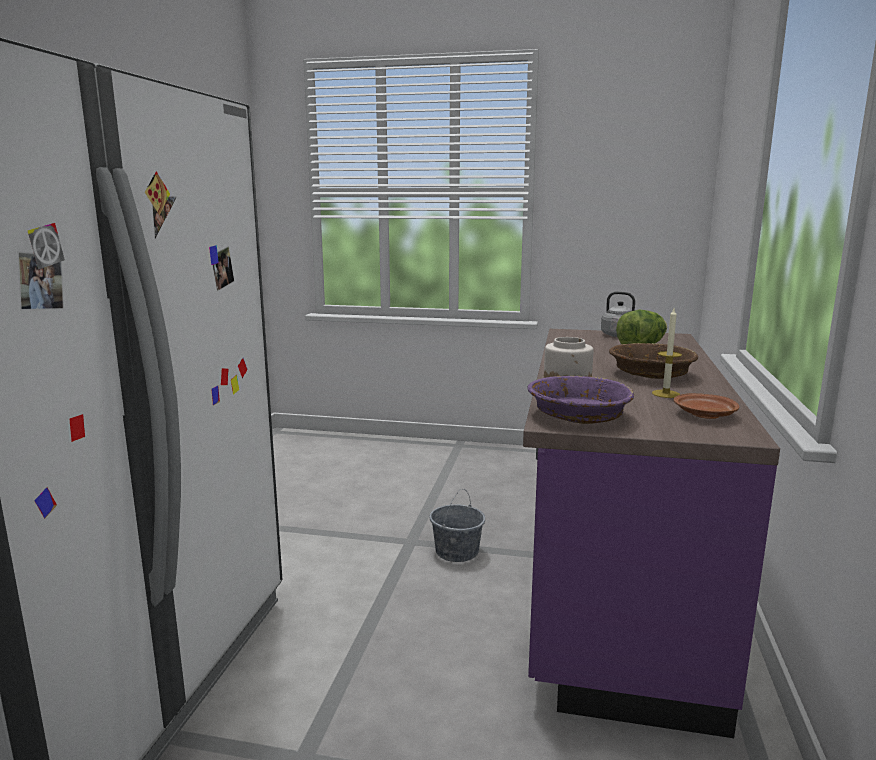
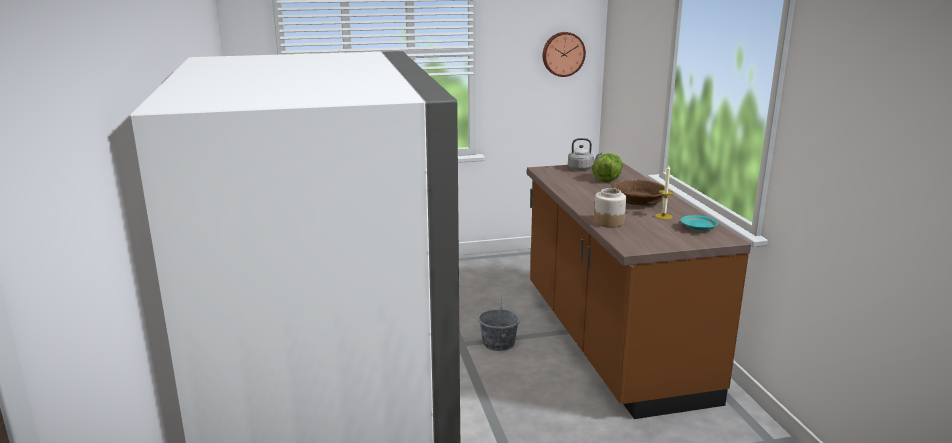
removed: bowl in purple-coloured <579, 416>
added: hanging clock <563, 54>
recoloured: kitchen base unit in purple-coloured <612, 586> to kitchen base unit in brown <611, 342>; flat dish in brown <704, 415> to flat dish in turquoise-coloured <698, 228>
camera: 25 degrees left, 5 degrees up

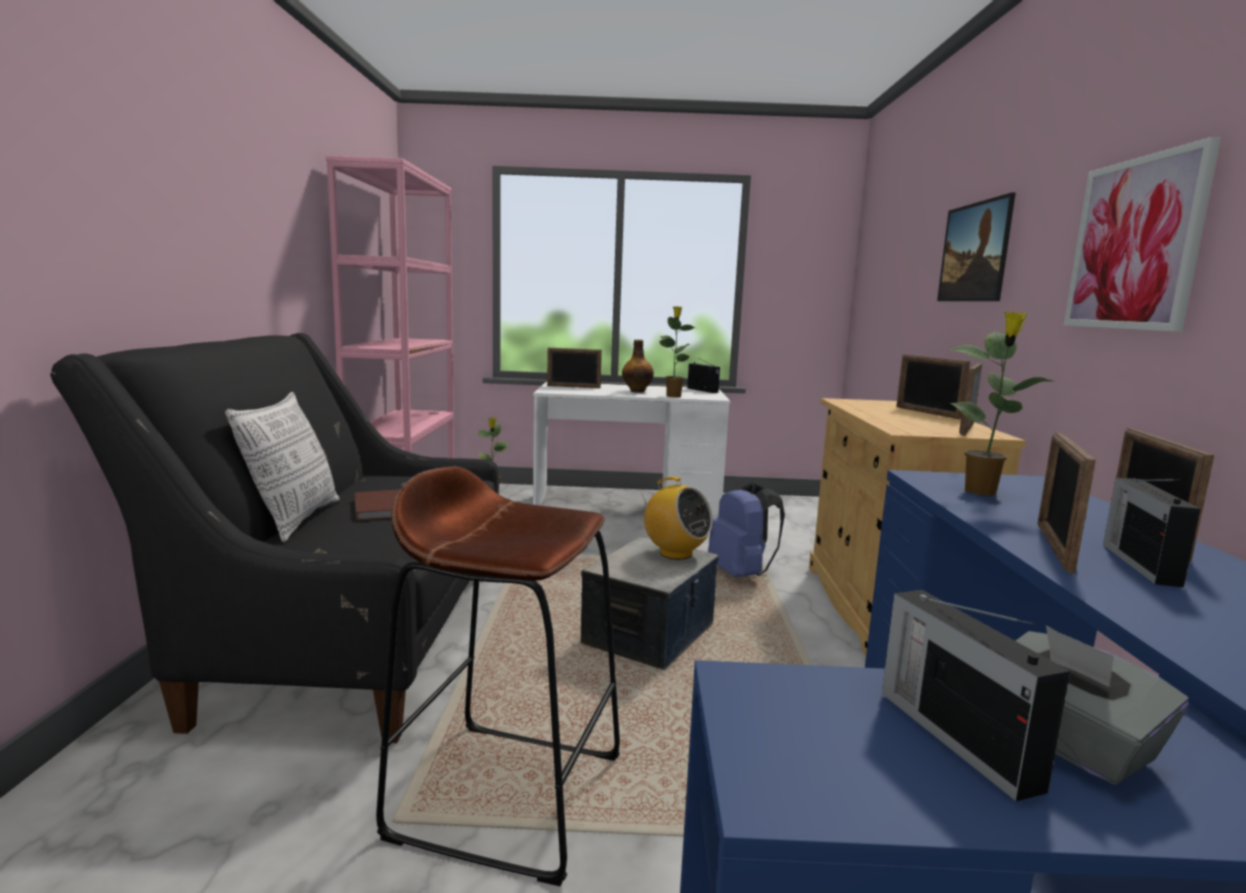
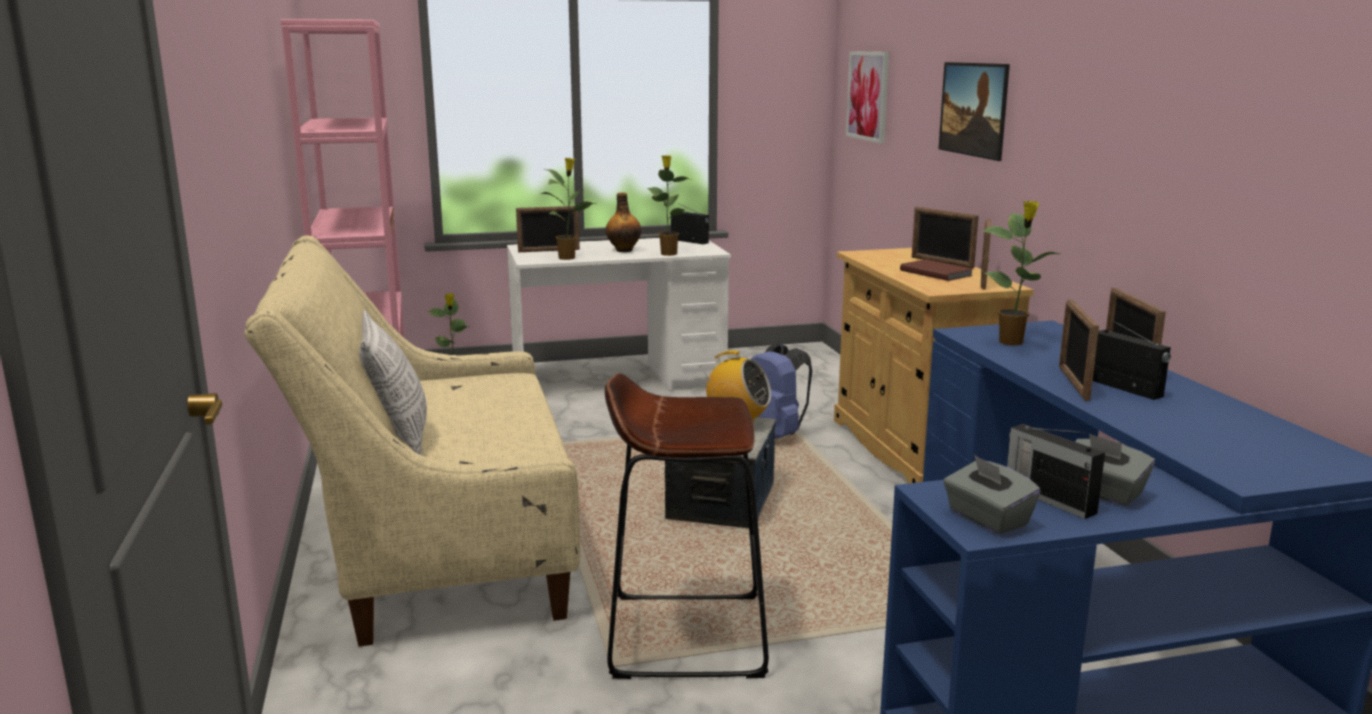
added: potted plant <568, 258>; tissue holder in gray <987, 519>
moved: volume in brown <381, 507> to <936, 273>; wall picture <1135, 244> to <868, 96>
recoloured: couch in blackish <345, 635> to couch in beige <435, 547>
turned: radio set <1139, 563> = <1126, 388> 150 degrees clockwise
camera: 15 degrees left, 5 degrees up

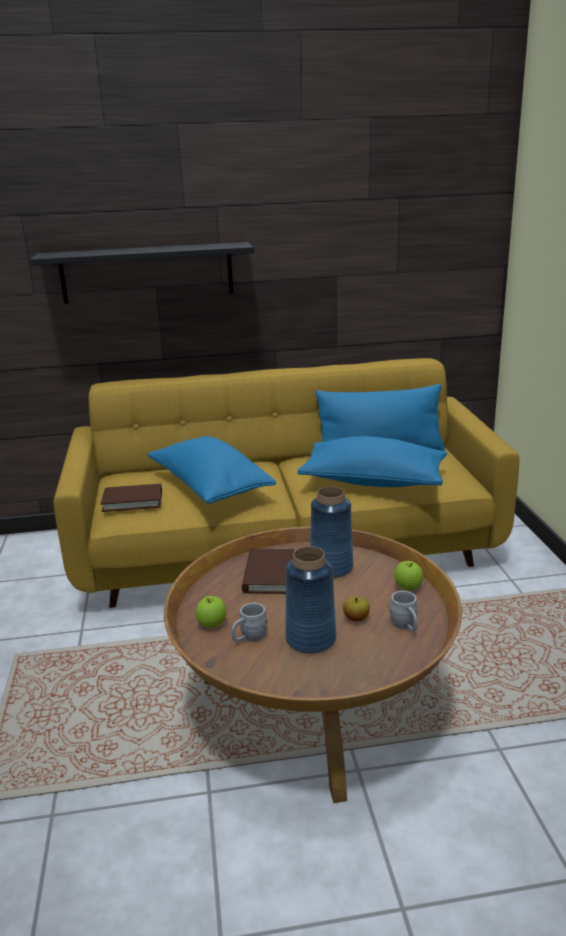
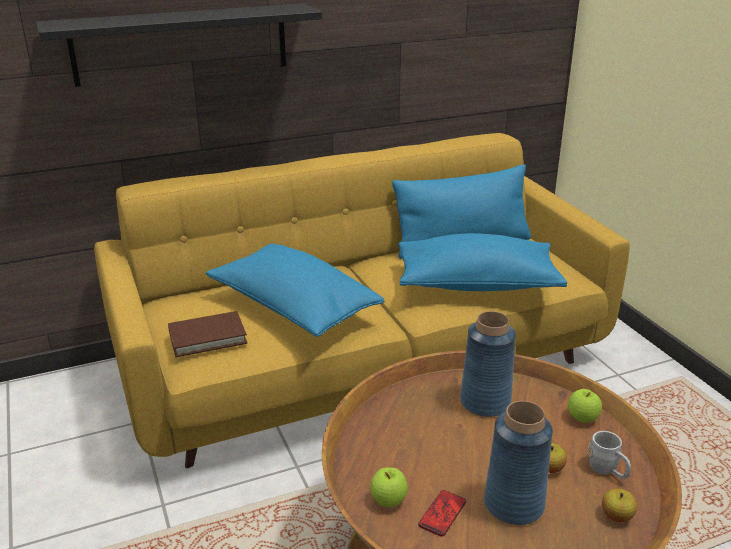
removed: volume in brown <269, 575>
added: whole apple <617, 516>
replaced: mug in gray <249, 638> to handset <442, 513>
camera: 15 degrees left, 5 degrees up

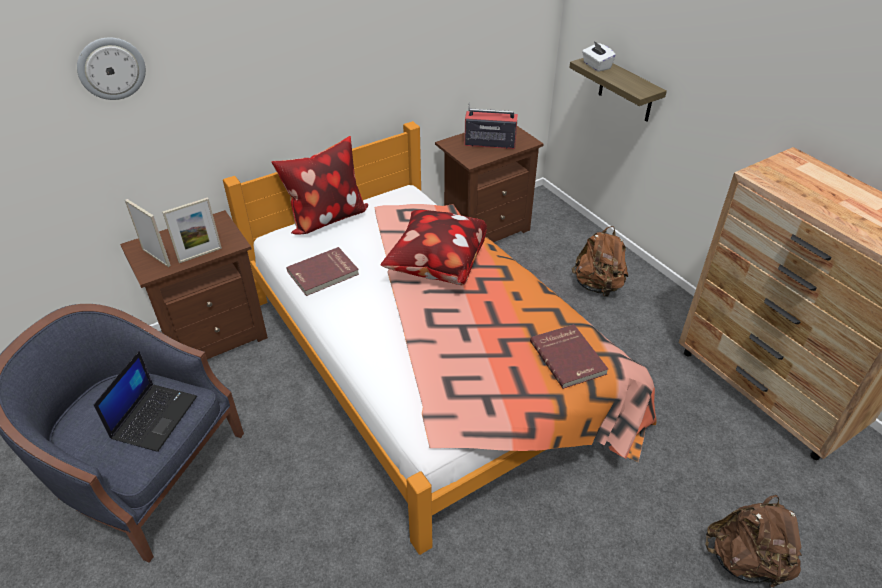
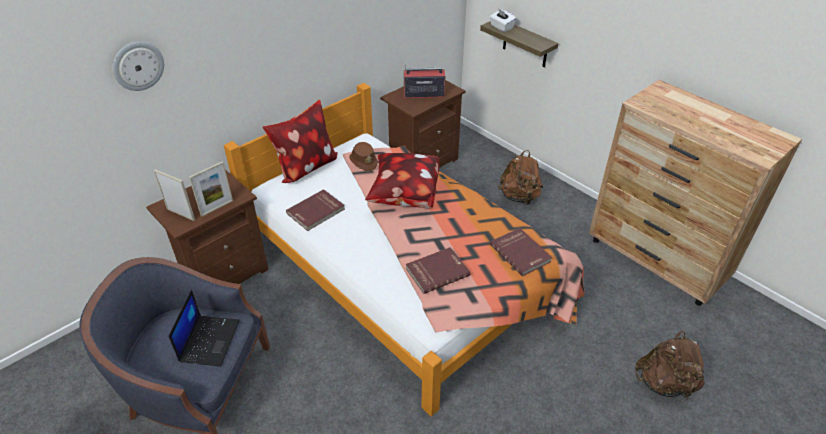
added: hat in brown <363, 161>; volume in reddish <437, 271>
camera: 10 degrees left, 0 degrees up

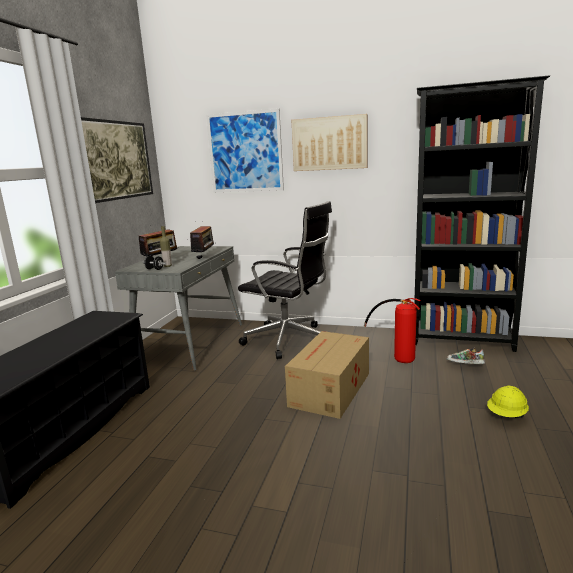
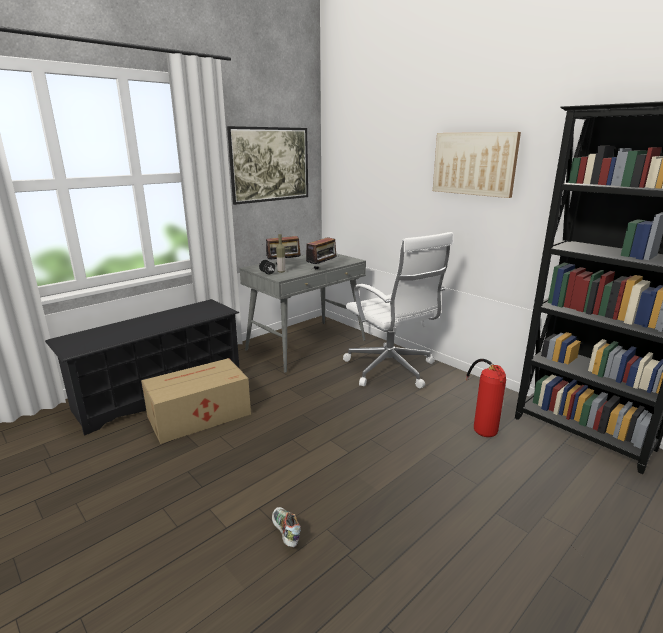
removed: wall picture <245, 152>; work helmet in yellow-coloured <507, 416>
moved: packing box <329, 390> to <197, 415>; shoe <464, 365> to <285, 533>
recoloured: office chair in blackish <289, 340> to office chair in white-coloured <391, 369>
camera: 30 degrees right, 5 degrees up

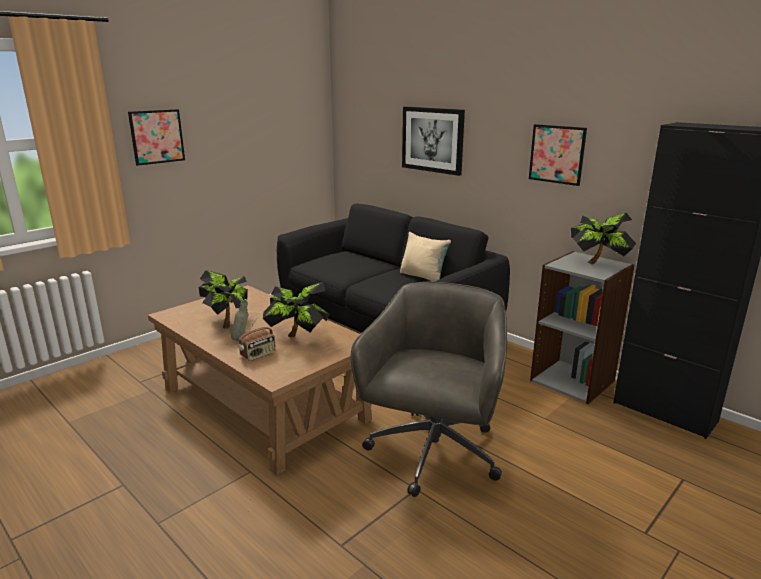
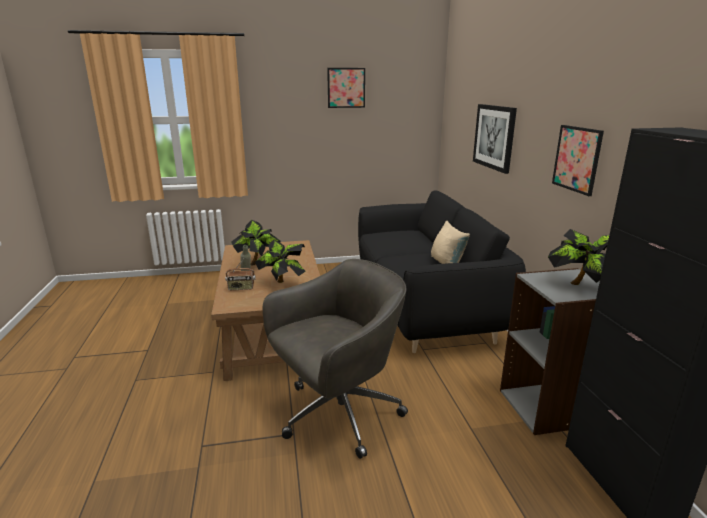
moved: wall picture <157, 136> to <346, 88>
camera: 35 degrees right, 0 degrees up

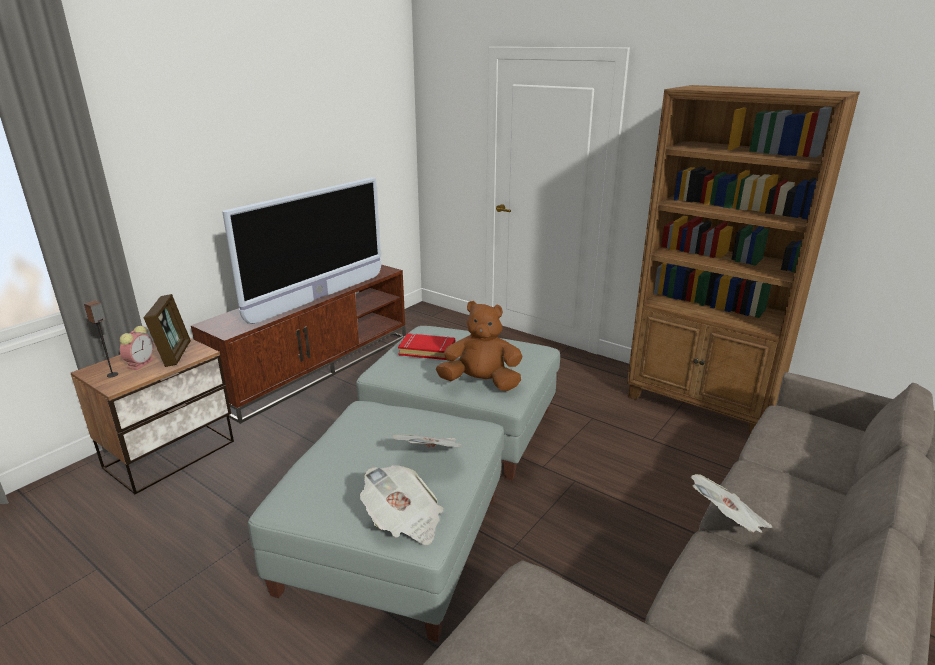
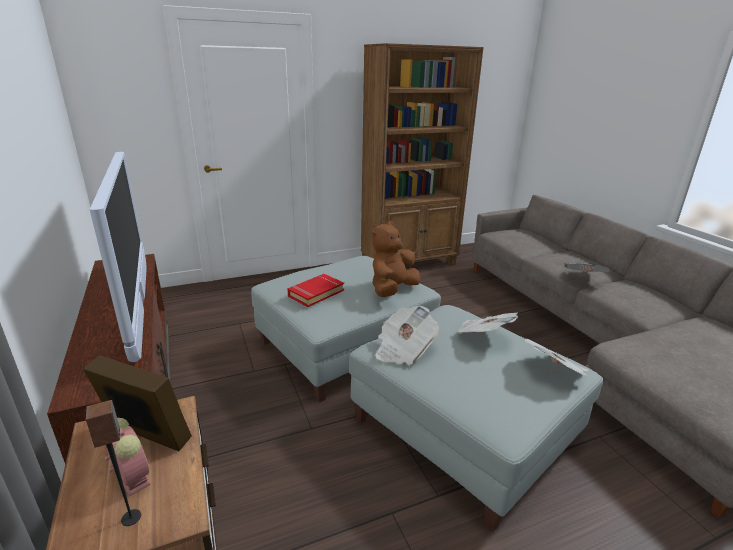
added: daily paper <403, 349>
camera: 60 degrees left, 0 degrees up

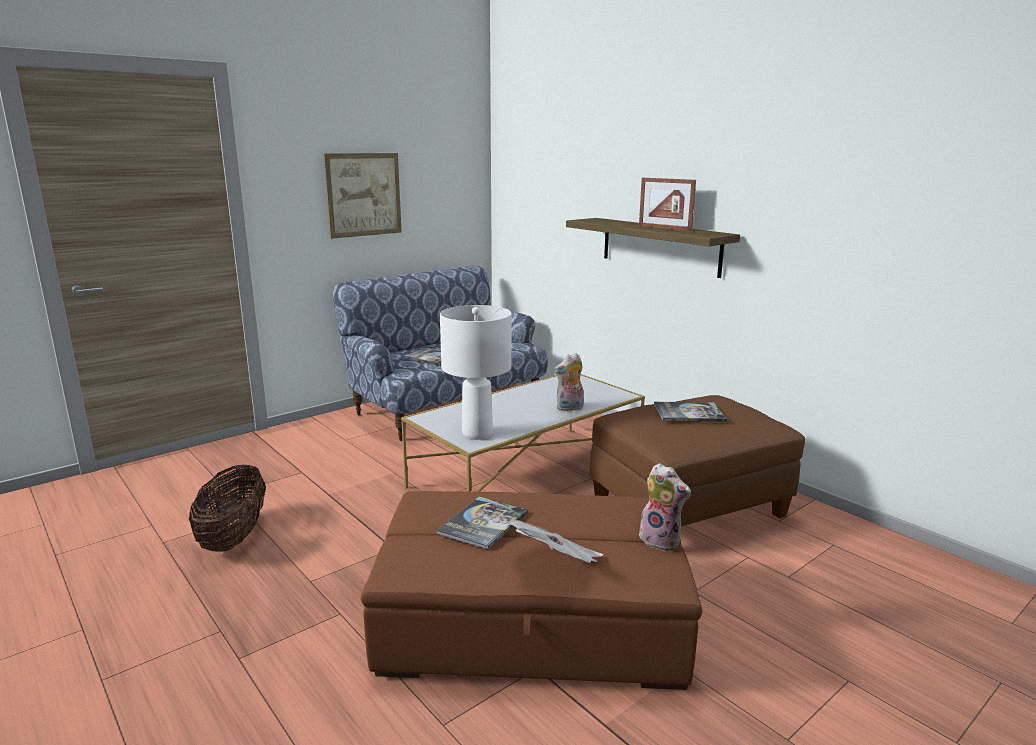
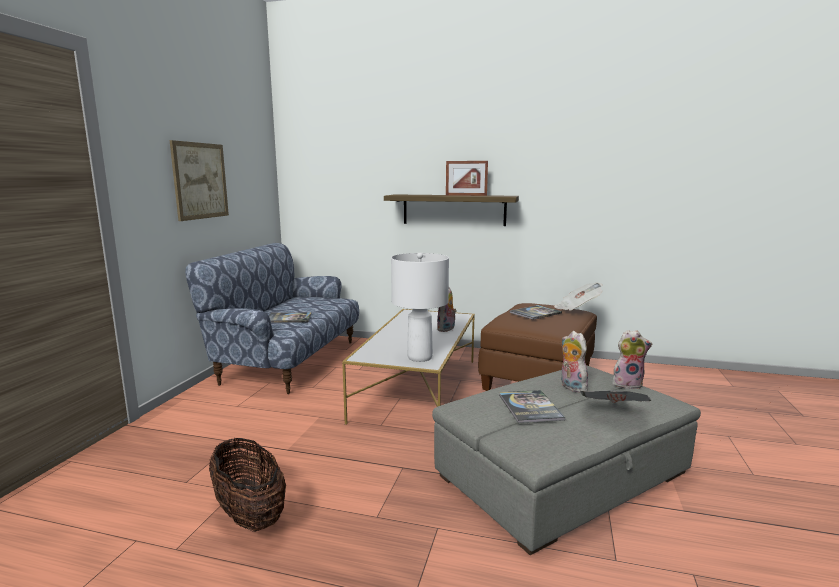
added: daily paper <577, 308>; cuddly toy <571, 387>
recoloured: ottoman in brown <531, 623> to ottoman in gray <562, 474>
camera: 35 degrees left, 5 degrees down

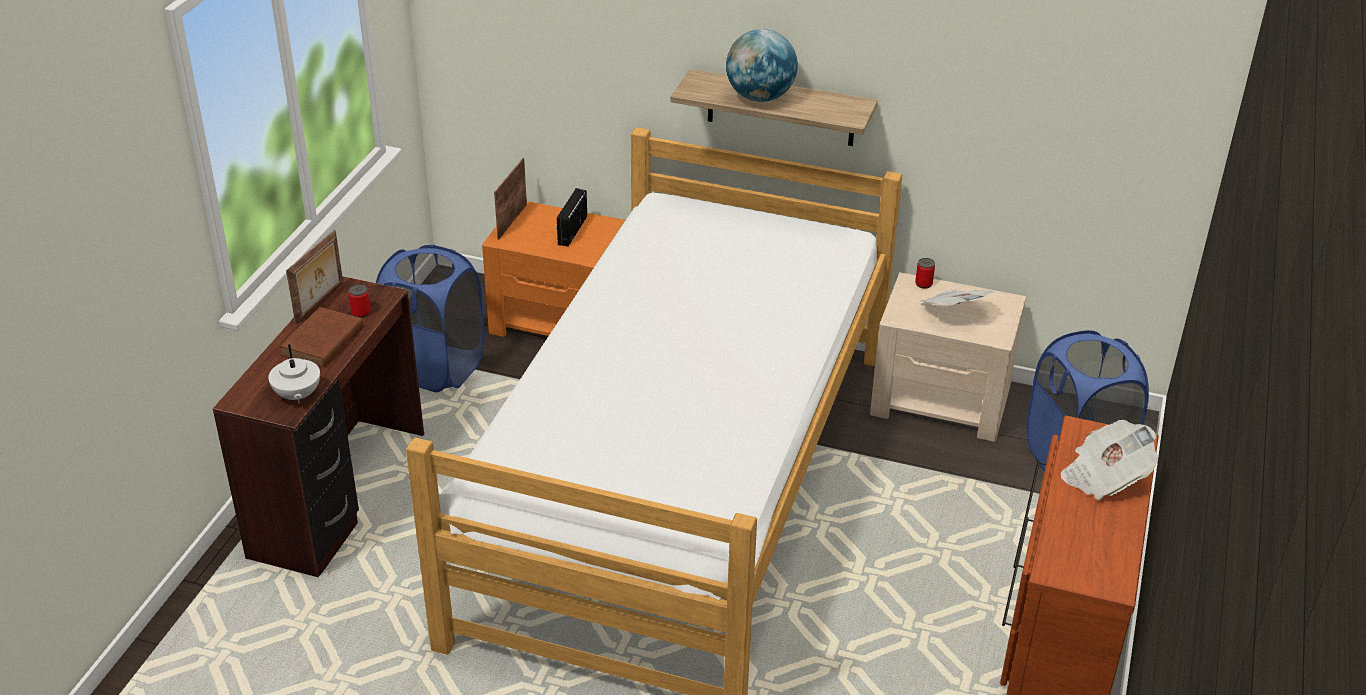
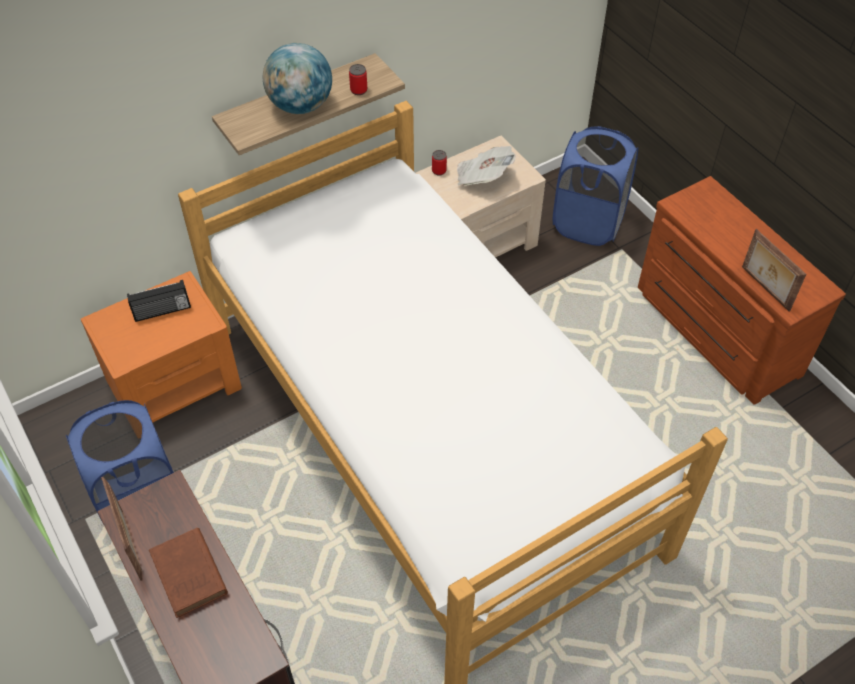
removed: teapot in white-coloured <297, 396>; daily paper <1104, 477>
moved: metal can <361, 312> to <358, 90>; photo frame <511, 221> to <764, 289>
turned: radio set <571, 230> = <162, 311> 75 degrees counterclockwise
camera: 50 degrees left, 15 degrees up

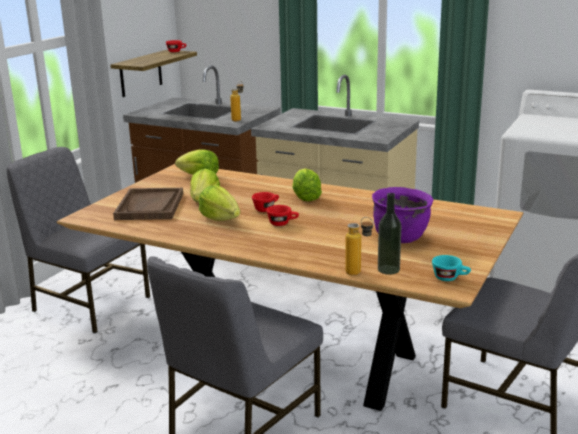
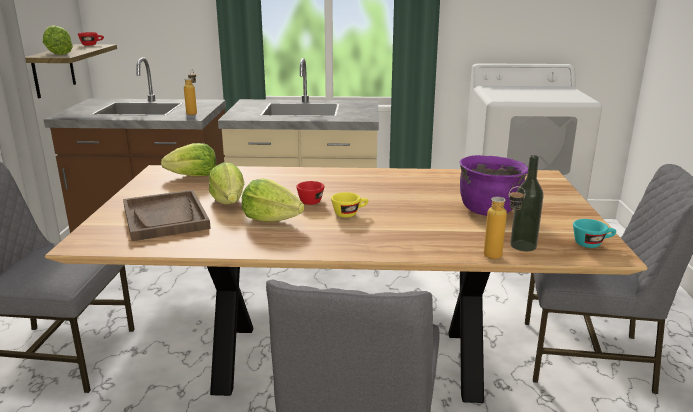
moved: lettuce head <305, 197> to <58, 54>
recoloured: cup in reddish <283, 223> to cup in yellow-coloured <349, 214>
camera: 25 degrees left, 0 degrees up

